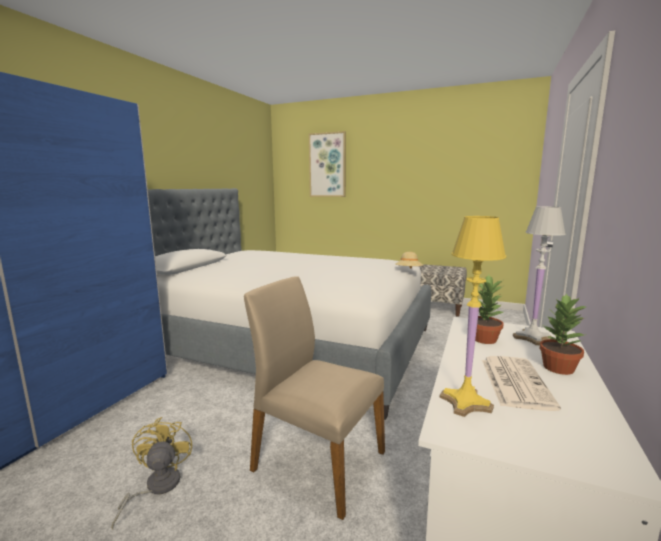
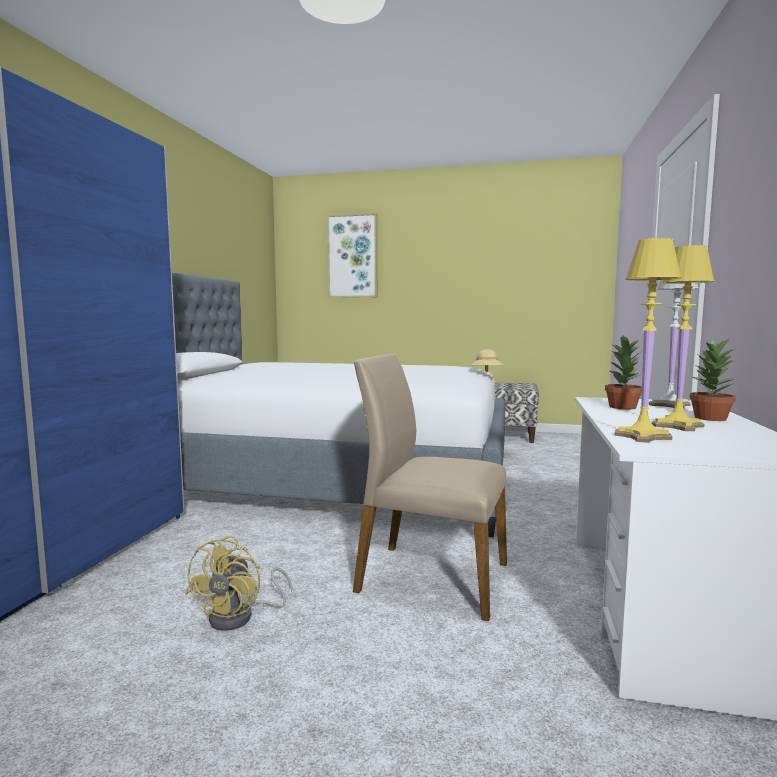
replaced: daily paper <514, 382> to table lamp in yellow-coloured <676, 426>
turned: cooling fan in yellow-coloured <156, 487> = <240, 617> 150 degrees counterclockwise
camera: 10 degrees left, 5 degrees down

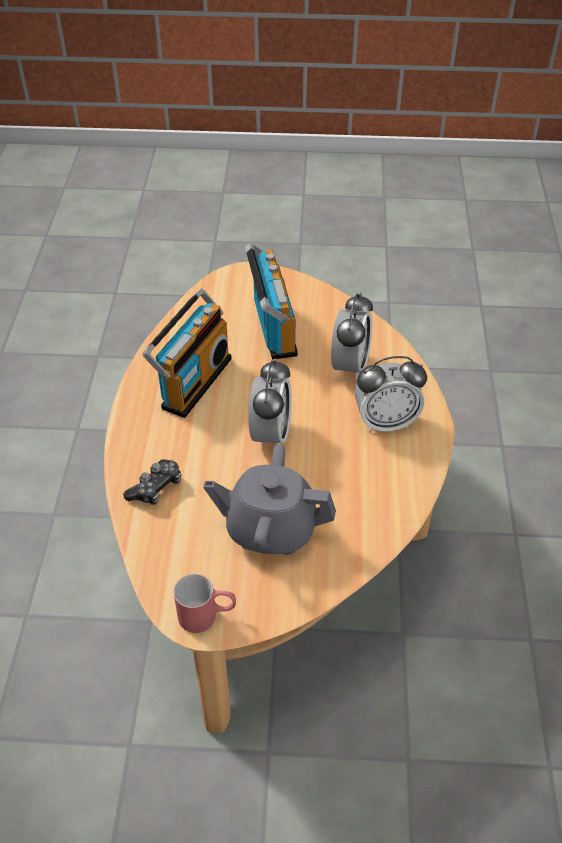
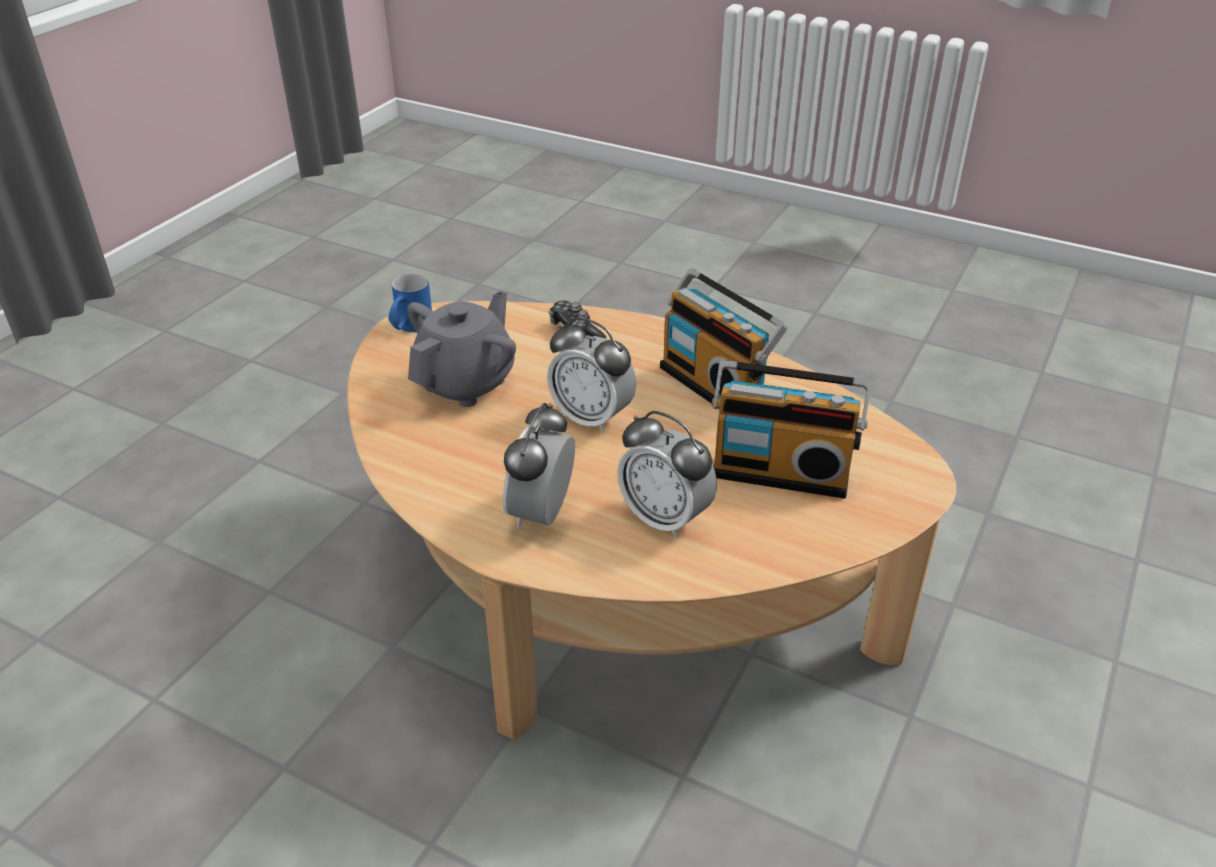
recoloured: mug in reddish <207, 615> to mug in bluish <410, 327>
camera: 115 degrees right, 10 degrees down

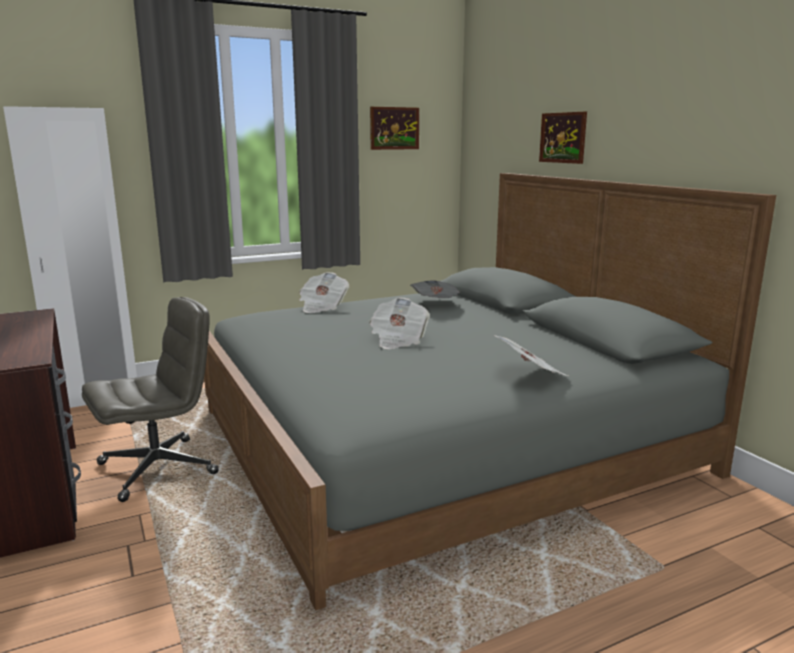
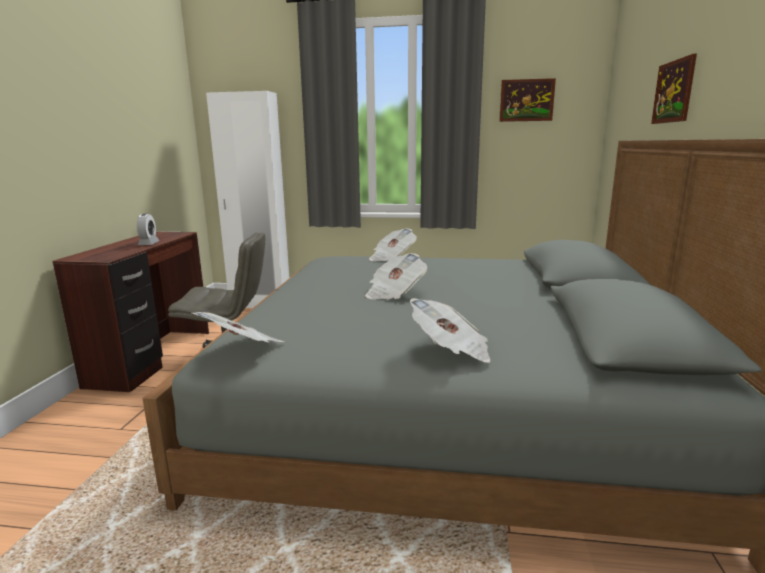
added: table clock <149, 244>
moved: daily paper <436, 303> to <242, 348>
camera: 35 degrees right, 0 degrees up

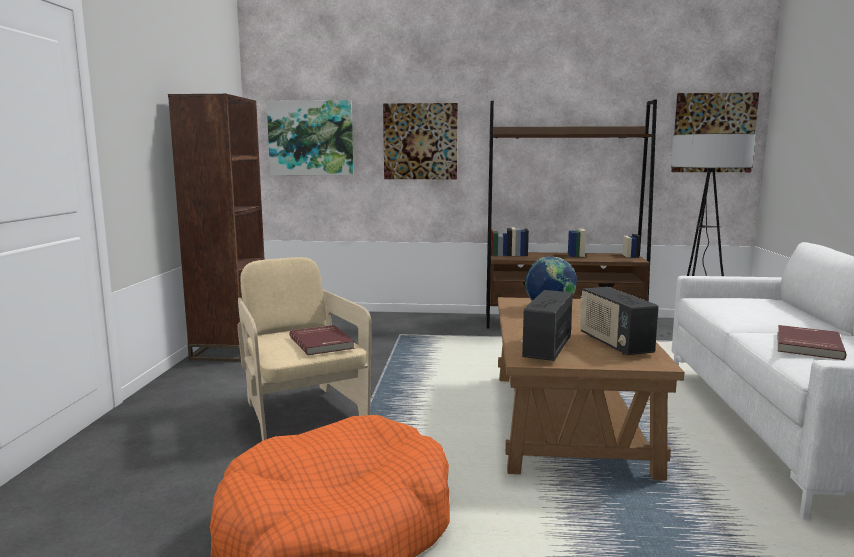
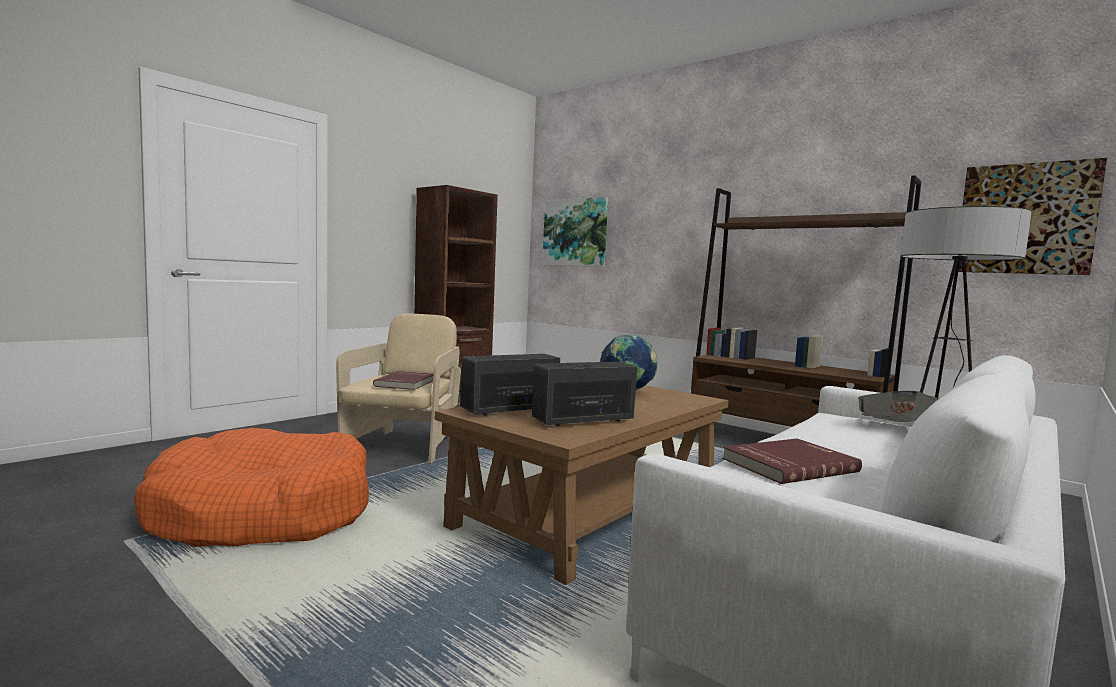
removed: wall picture <420, 141>
added: daily paper <897, 428>
turned: radio set <614, 344> = <583, 420> 45 degrees clockwise
camera: 35 degrees right, 5 degrees down

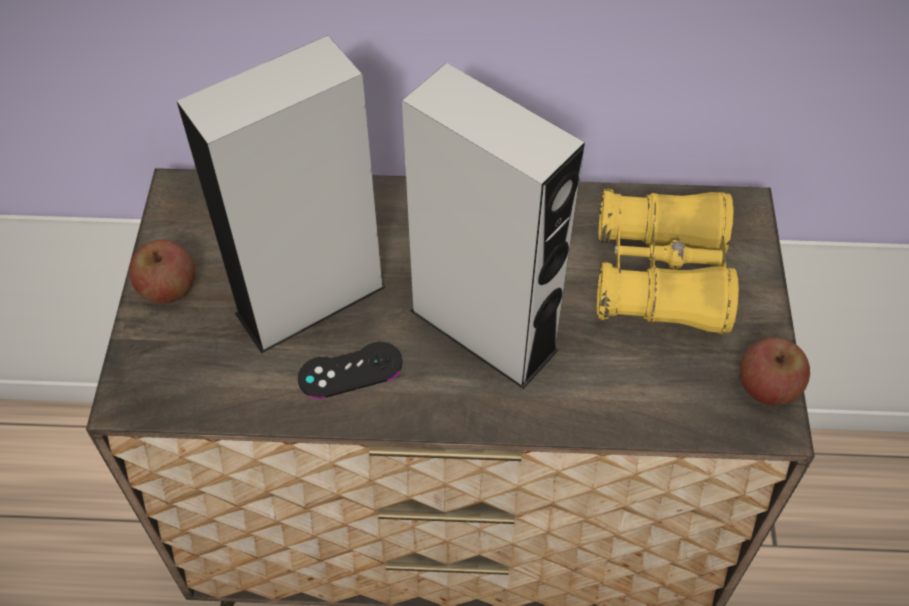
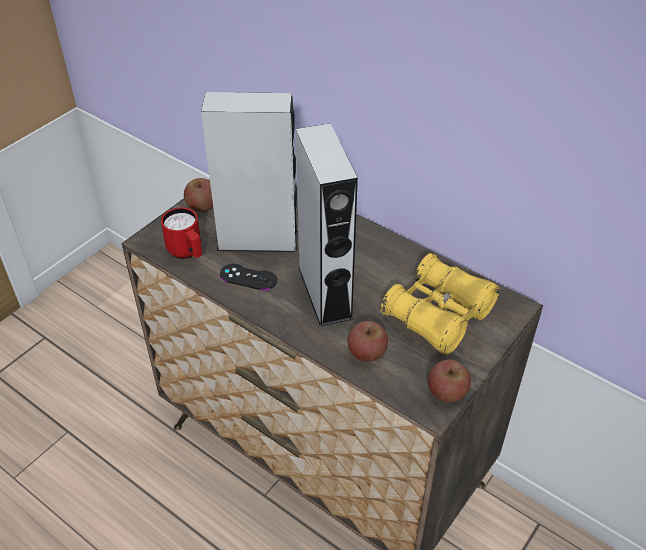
added: mug in reddish <187, 253>; whole apple <367, 352>
camera: 35 degrees right, 10 degrees down

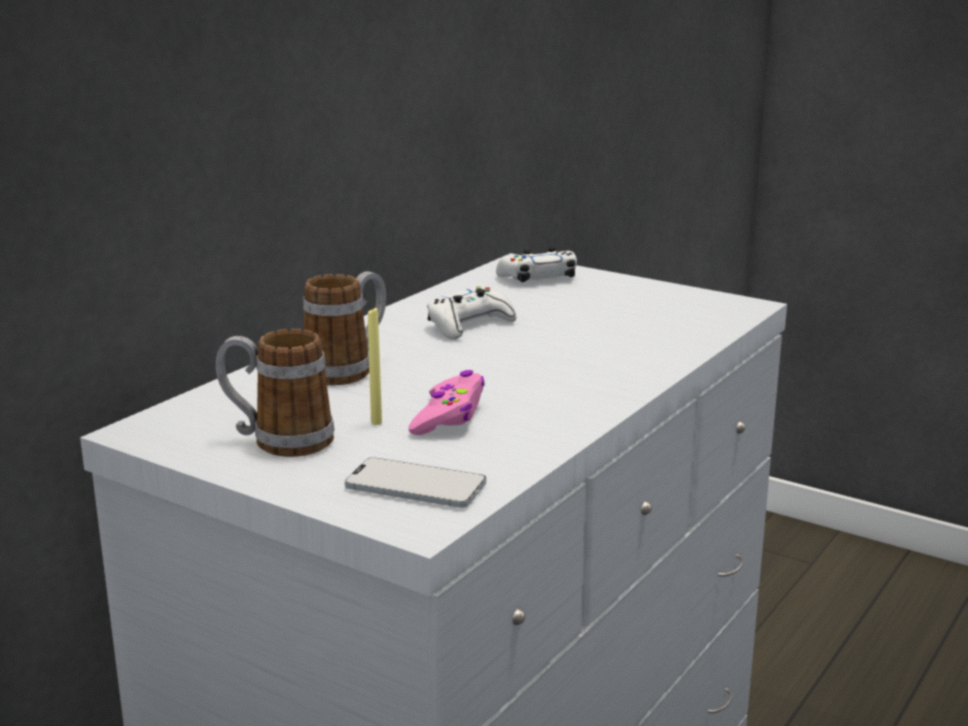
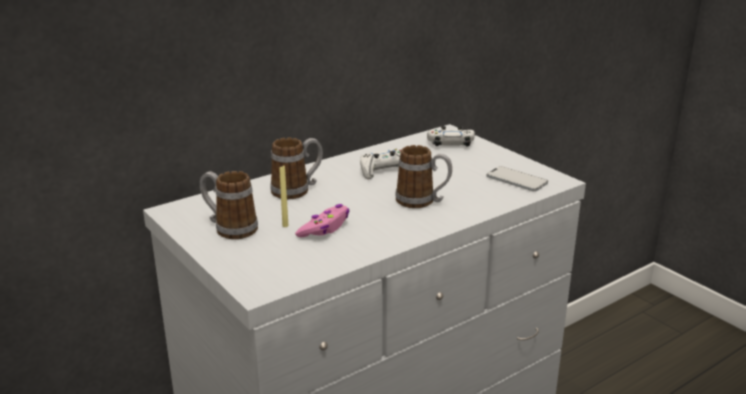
added: mug <422, 202>
moved: handset <415, 486> to <516, 180>
camera: 20 degrees right, 5 degrees up

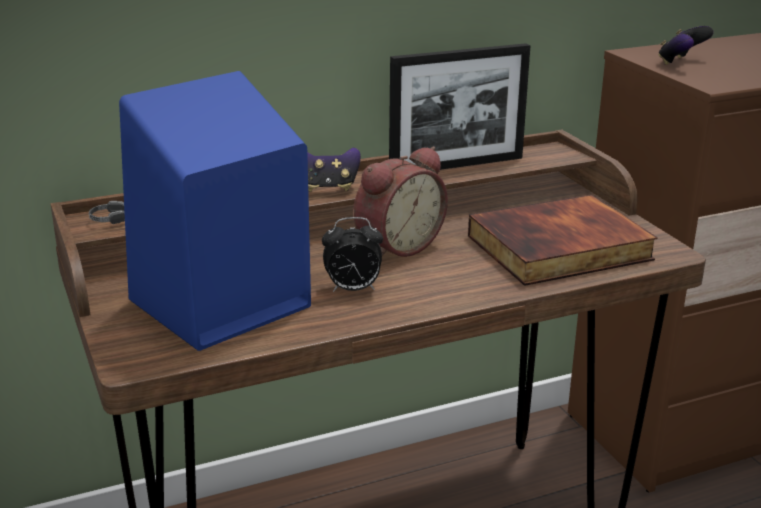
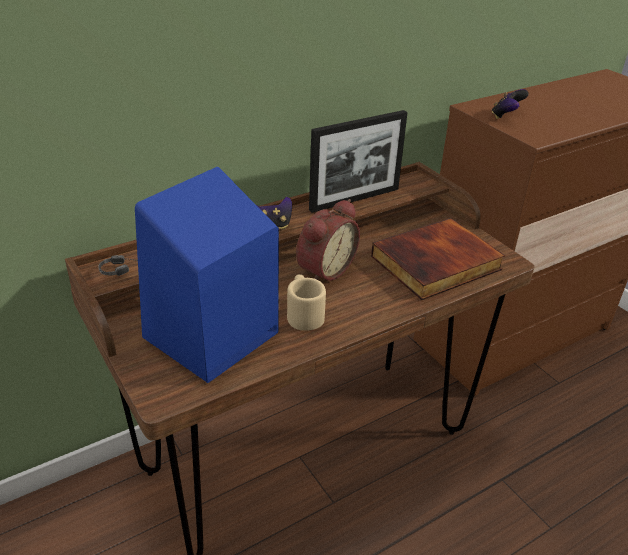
replaced: table clock <352, 290> to mug in beige <303, 314>
camera: 10 degrees left, 10 degrees up

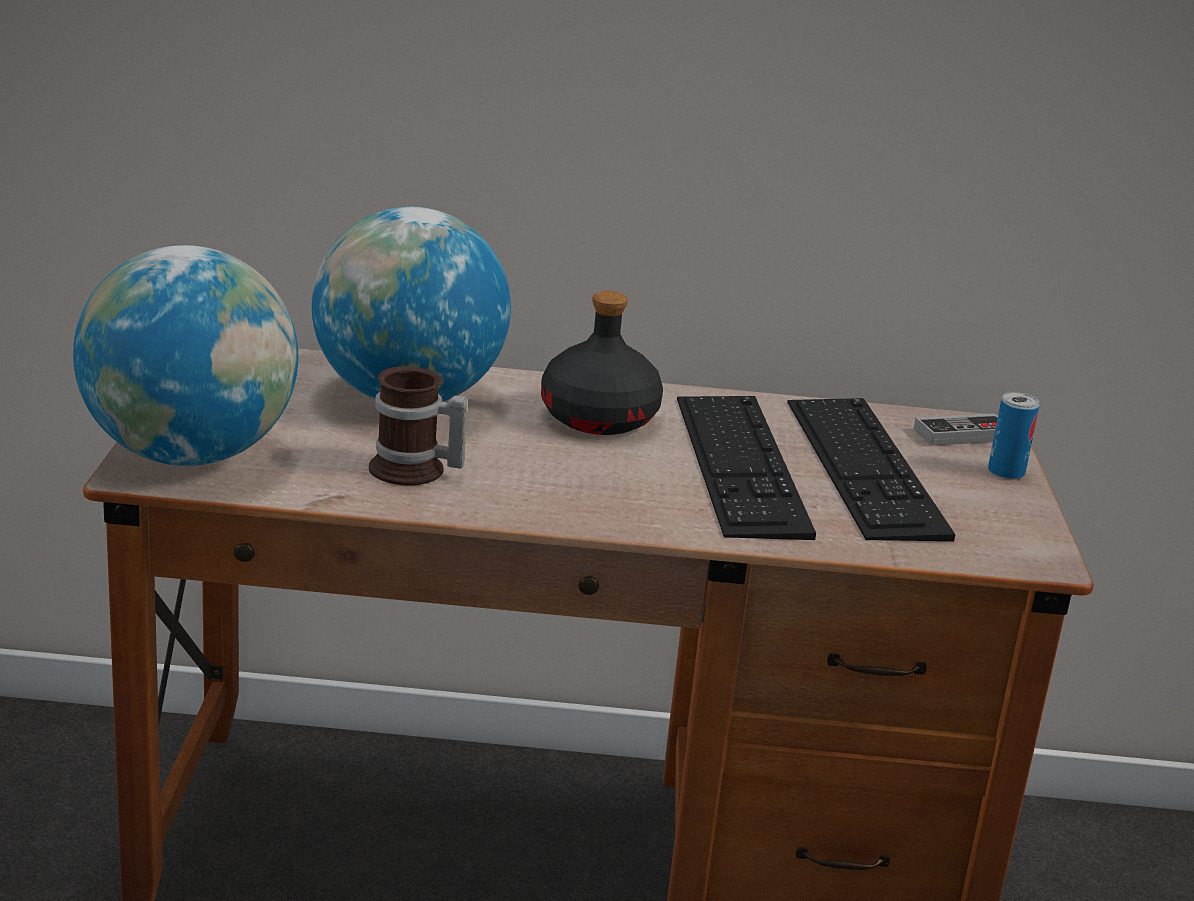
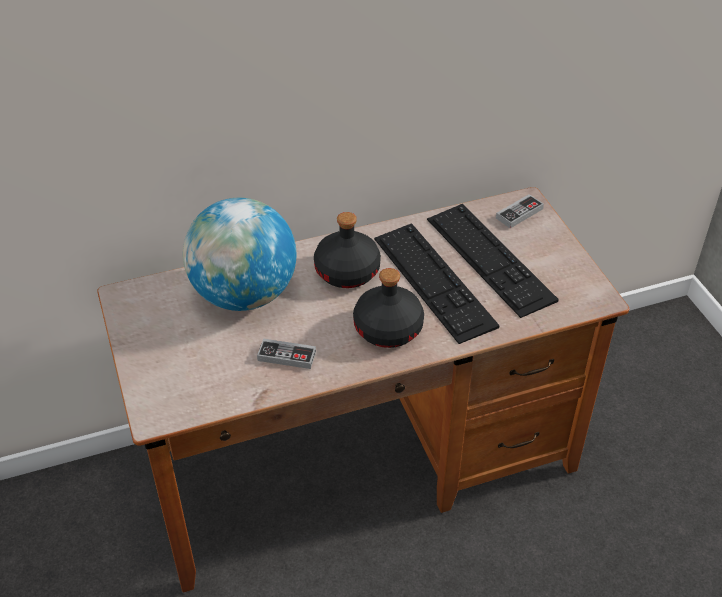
removed: globe <189, 455>; metal can <1006, 472>
added: drink bottle in blackish <389, 328>
replaced: mug <413, 472> to game controller <287, 356>
camera: 20 degrees left, 20 degrees up

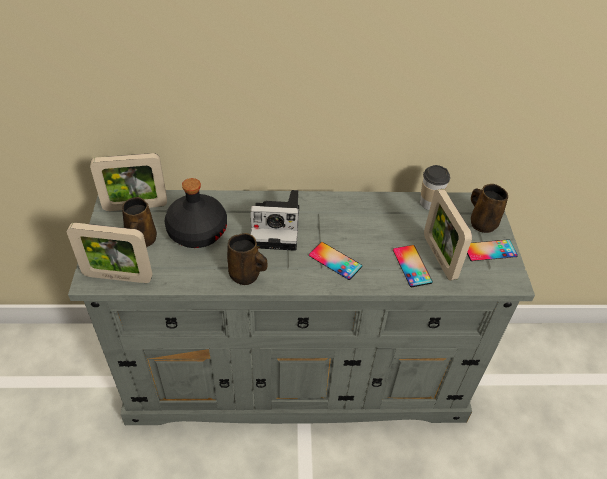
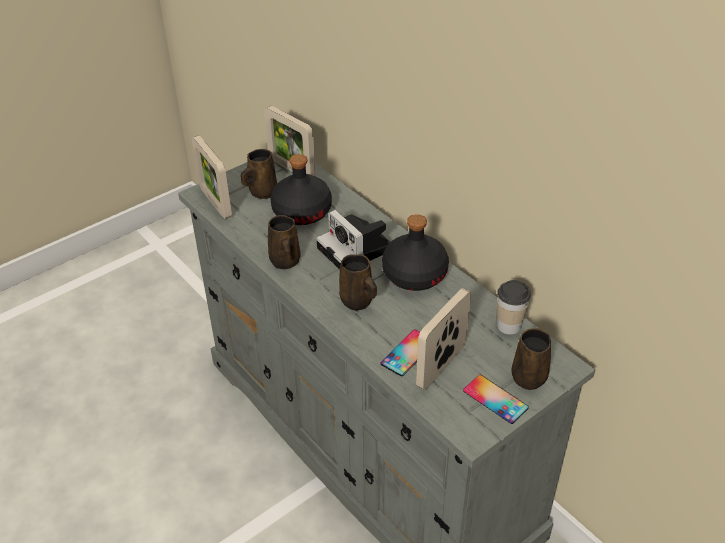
added: drink bottle in blackish <414, 274>
replaced: handset <335, 261> to mug in brown <358, 302>
camera: 55 degrees right, 5 degrees down

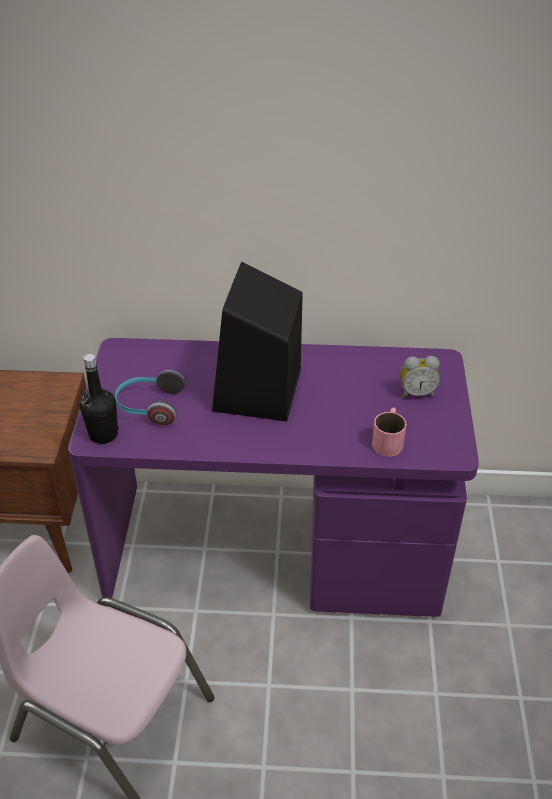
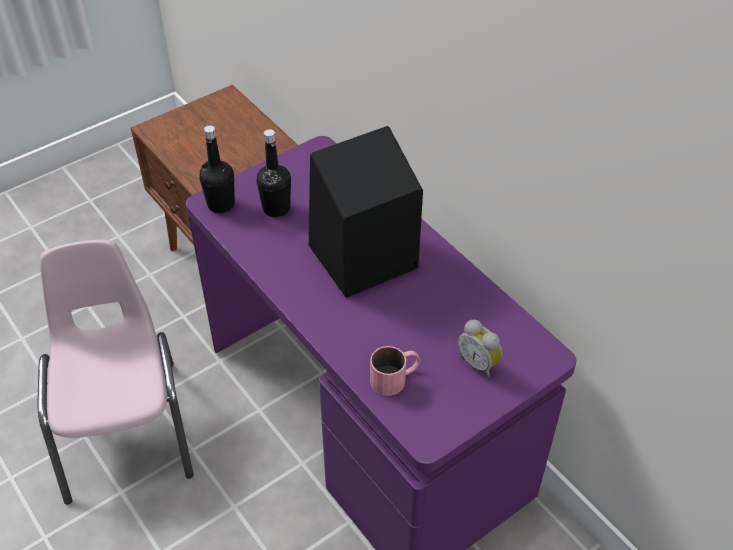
replaced: headset <149, 406> to drink bottle in blackish <276, 208>
camera: 50 degrees right, 5 degrees up

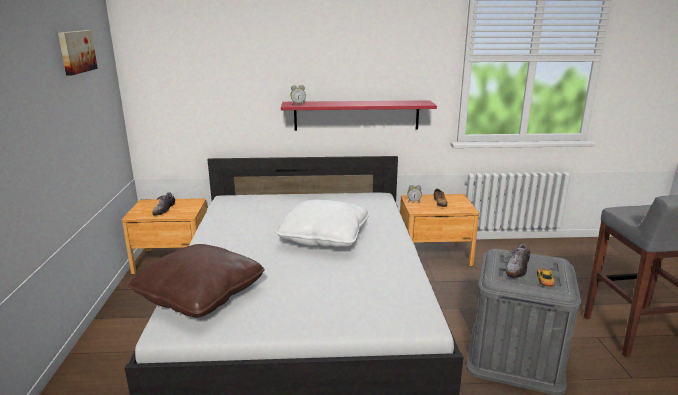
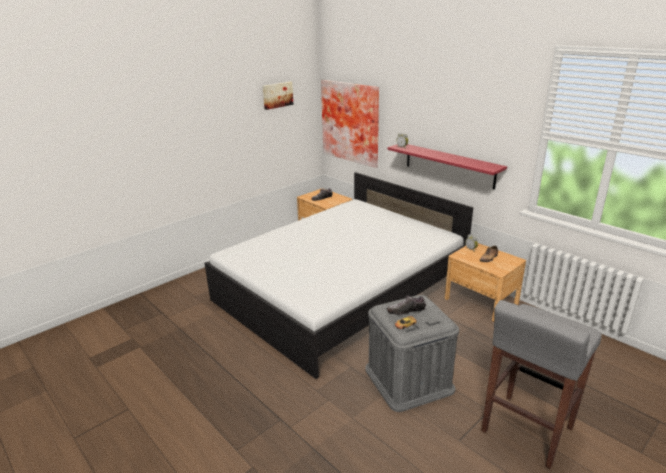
removed: throw pillow in brown <200, 295>; throw pillow in white-coloured <324, 237>
added: wall picture <351, 122>
camera: 50 degrees right, 5 degrees up

